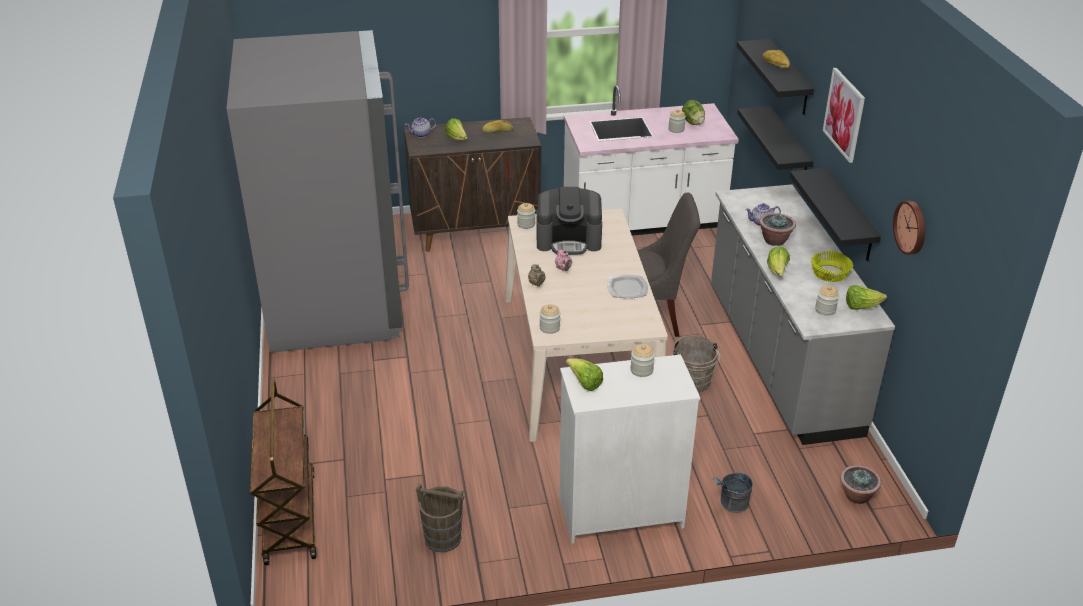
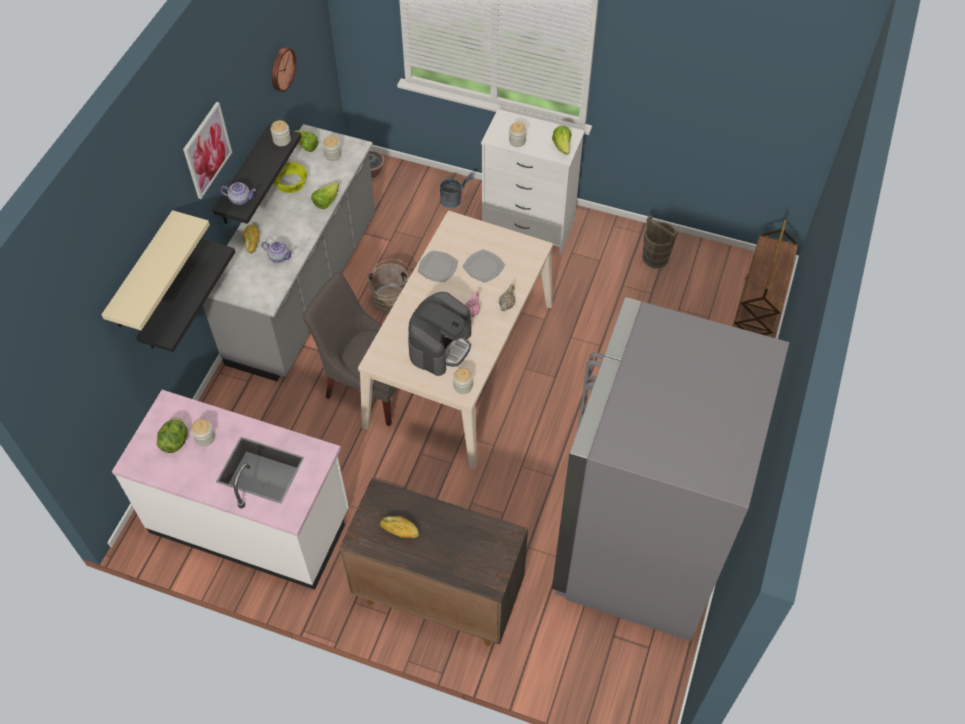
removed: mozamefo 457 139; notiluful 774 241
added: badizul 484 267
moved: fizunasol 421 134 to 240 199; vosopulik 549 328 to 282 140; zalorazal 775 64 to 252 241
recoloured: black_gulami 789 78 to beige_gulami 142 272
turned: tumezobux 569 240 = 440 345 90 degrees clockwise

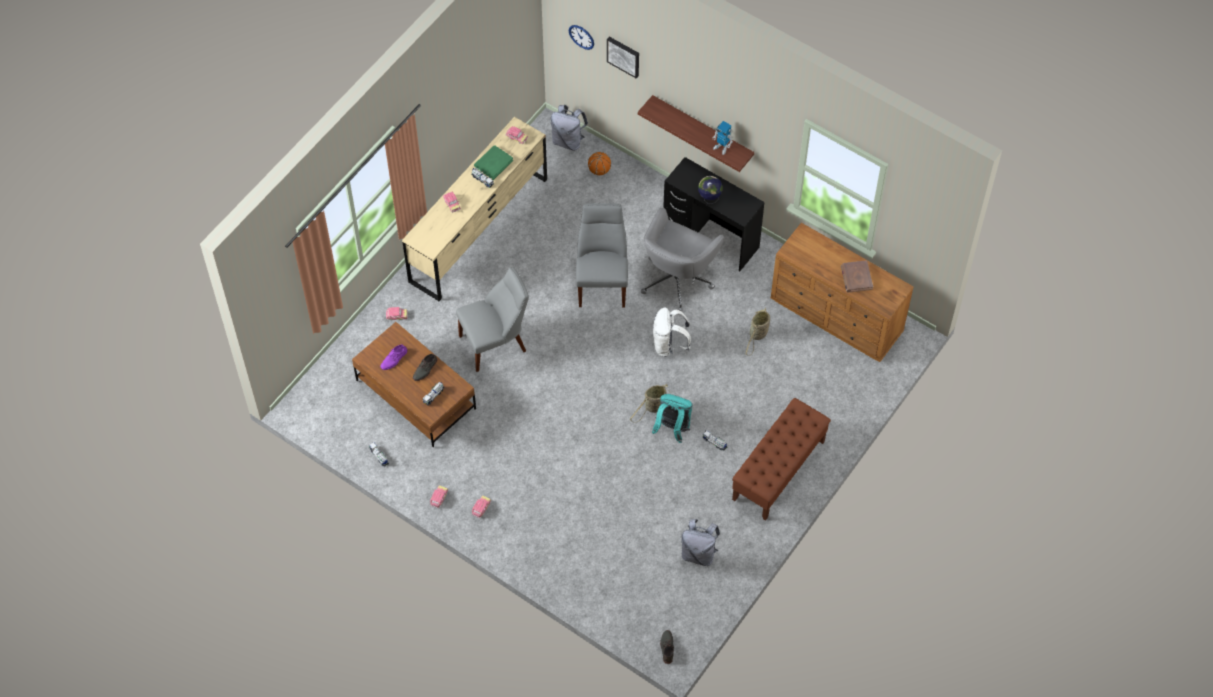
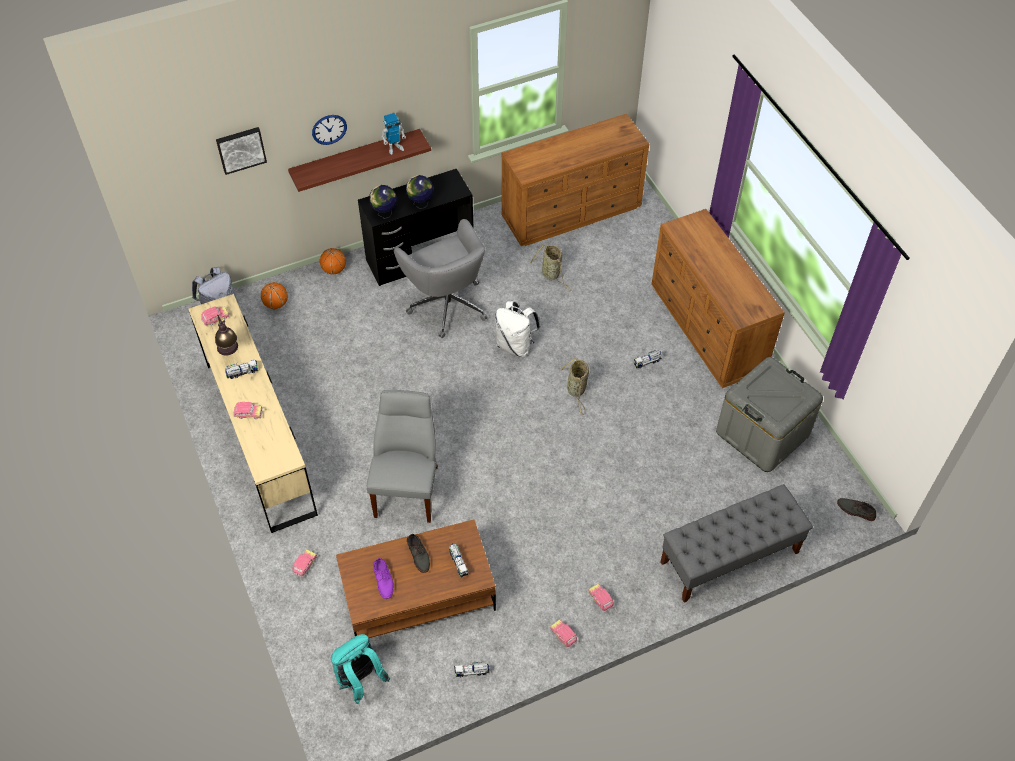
removed: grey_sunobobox 602 281; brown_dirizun 856 277
added: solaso 334 270; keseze 384 214; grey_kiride 729 557
moved: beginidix 581 37 to 329 129; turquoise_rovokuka 672 429 to 360 680
replaced: green_dirizun 493 163 to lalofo 230 353; grey_rovokuka 698 553 to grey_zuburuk 762 433; brown_kiride 778 471 to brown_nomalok 707 329

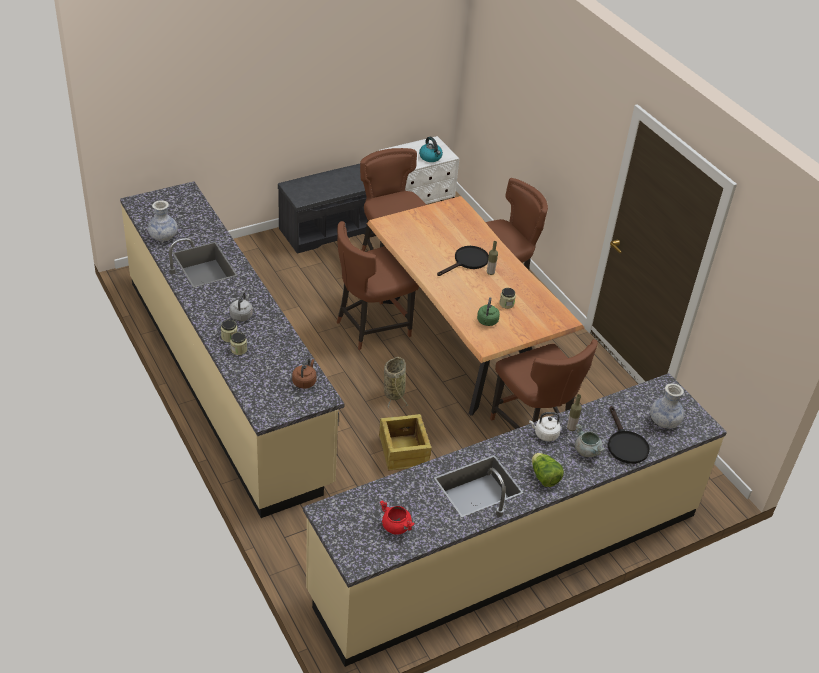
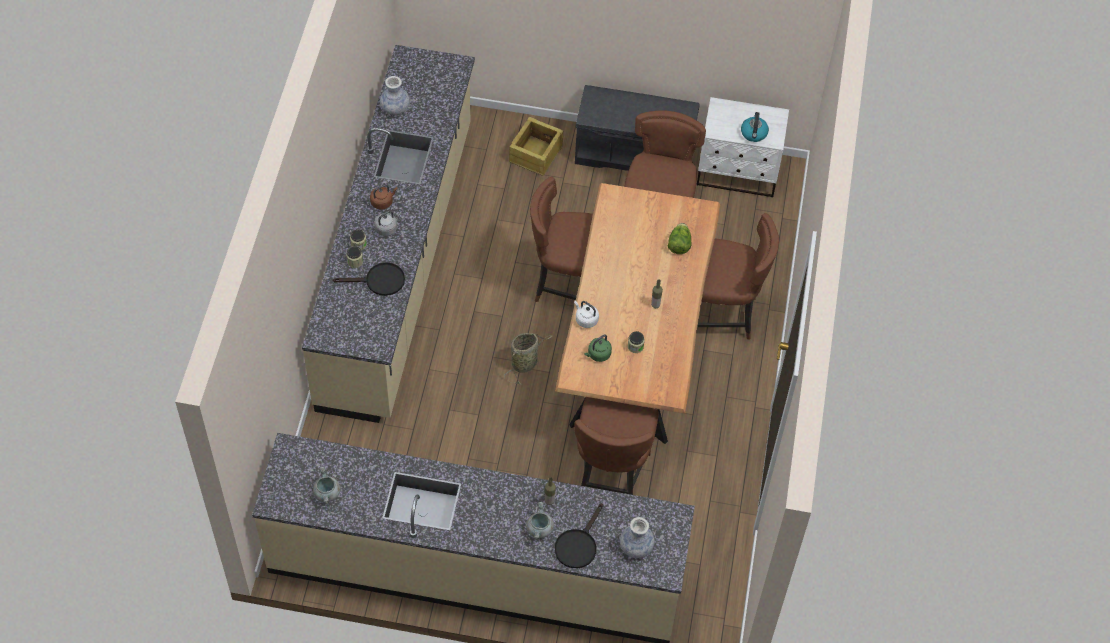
moved: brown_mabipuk 304 381 to 383 202; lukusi 403 451 to 535 154; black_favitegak 467 262 to 379 281; white_mabipuk 544 434 to 585 319; mozamefo 544 477 to 679 245
recoloured: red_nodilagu 396 526 to grey_nodilagu 327 493

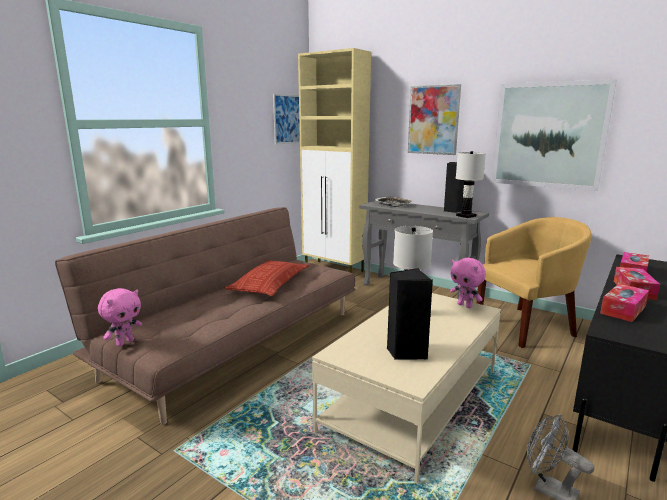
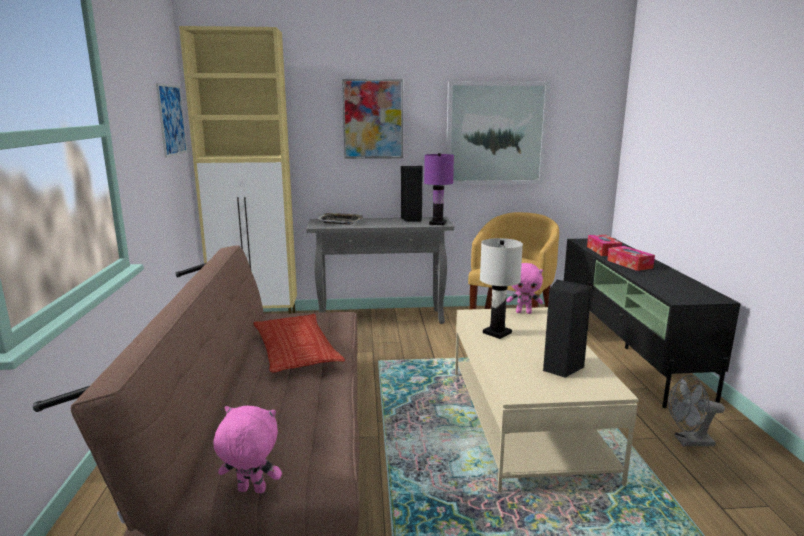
removed: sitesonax 623 310
recoloured: white_lalofo 466 216 to purple_lalofo 437 223
turned: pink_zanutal 125 342 = 250 491 75 degrees counterclockwise

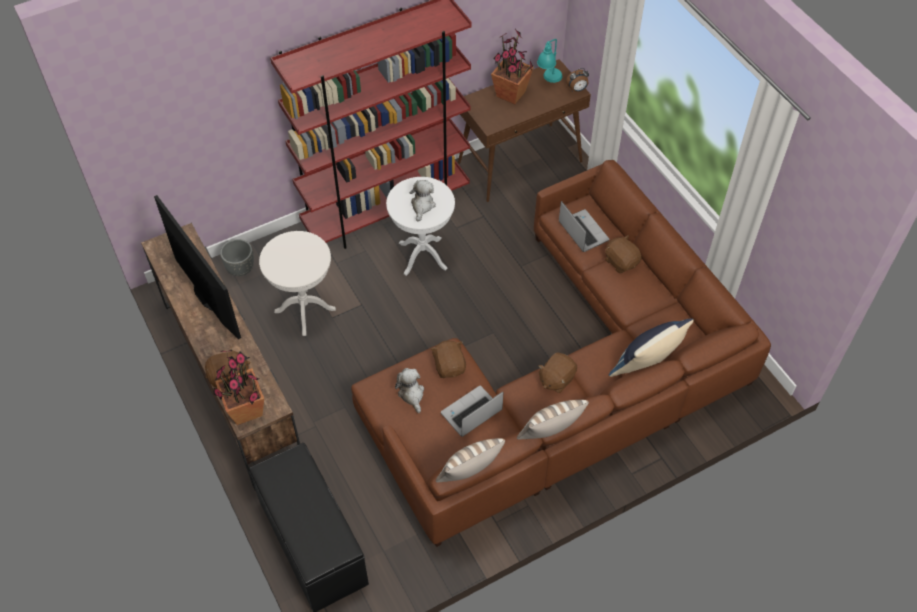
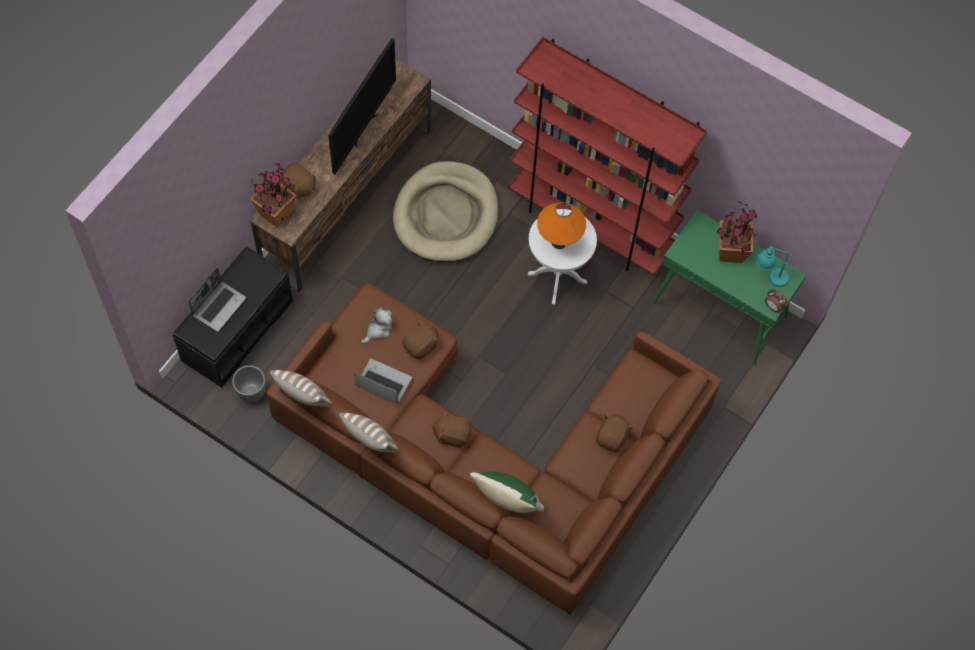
moved: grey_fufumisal 240 269 to 251 392; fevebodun 582 231 to 219 306
replaced: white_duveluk 305 310 to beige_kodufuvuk 446 215; zanutal 422 205 to orange_lalofo 559 242
recoloured: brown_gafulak 520 162 to green_gafulak 720 310; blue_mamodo 646 366 to green_mamodo 505 502

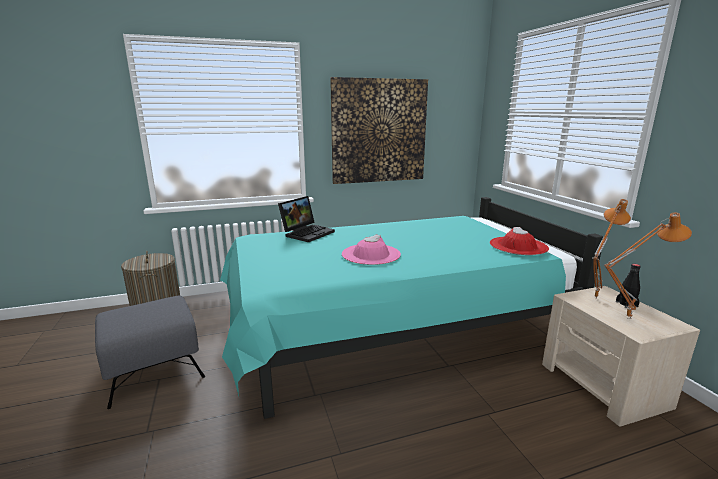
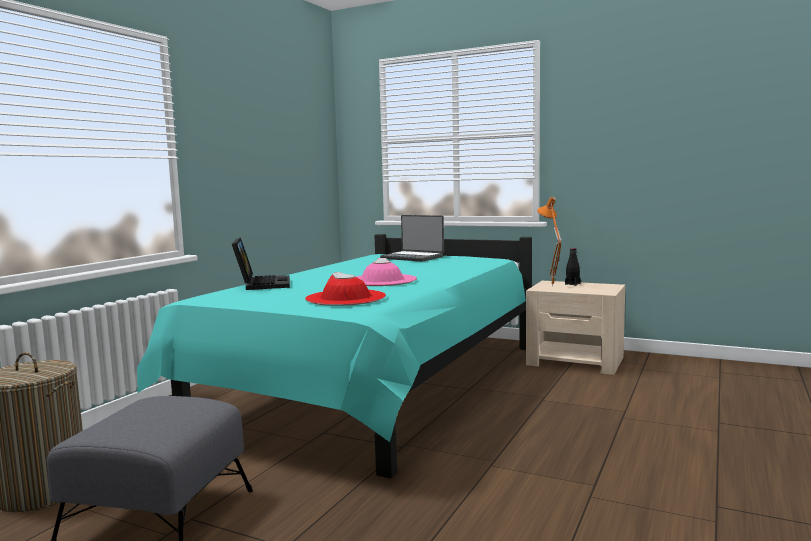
removed: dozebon 379 131; orange_lalofo 627 317
added: fevebodun 413 257
moved: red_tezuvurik 518 246 to 345 298

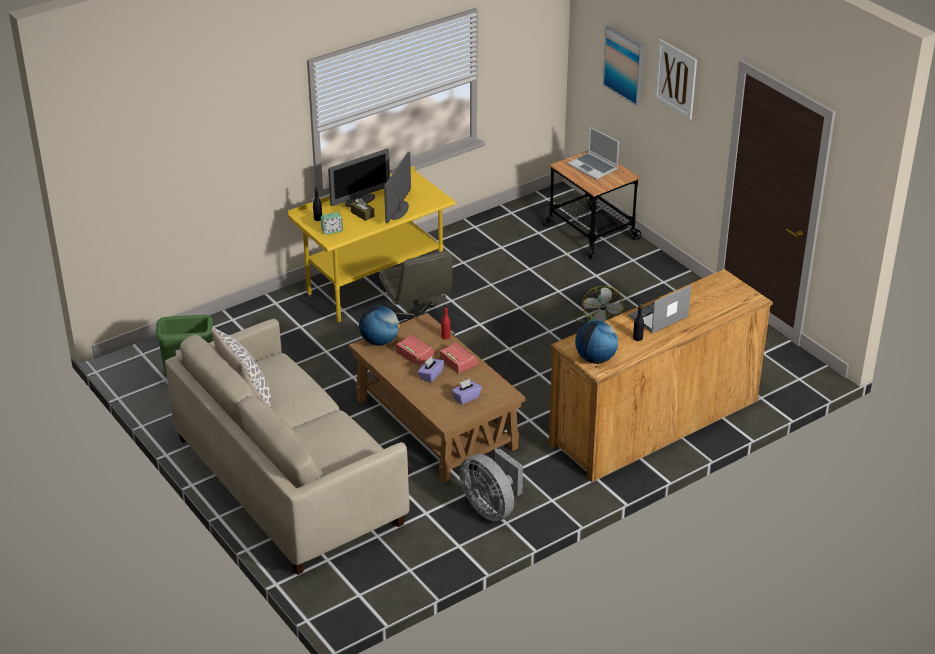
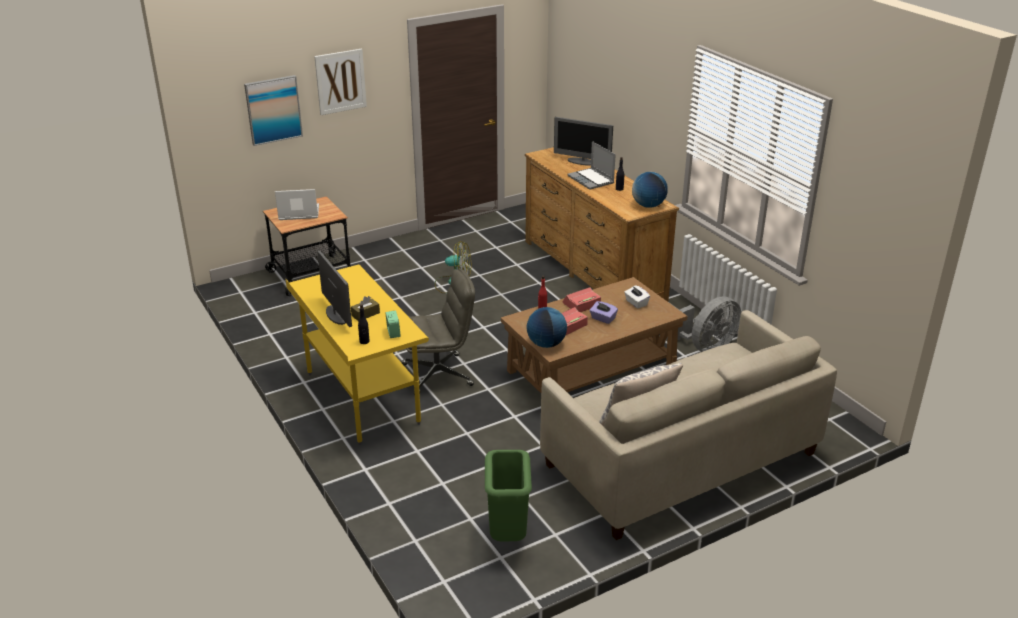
moved: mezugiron 399 211 to 582 162
recoloured: purple_sitesonax 466 398 to white_sitesonax 636 303
turned: fevebodun 593 167 = 298 213 150 degrees counterclockwise

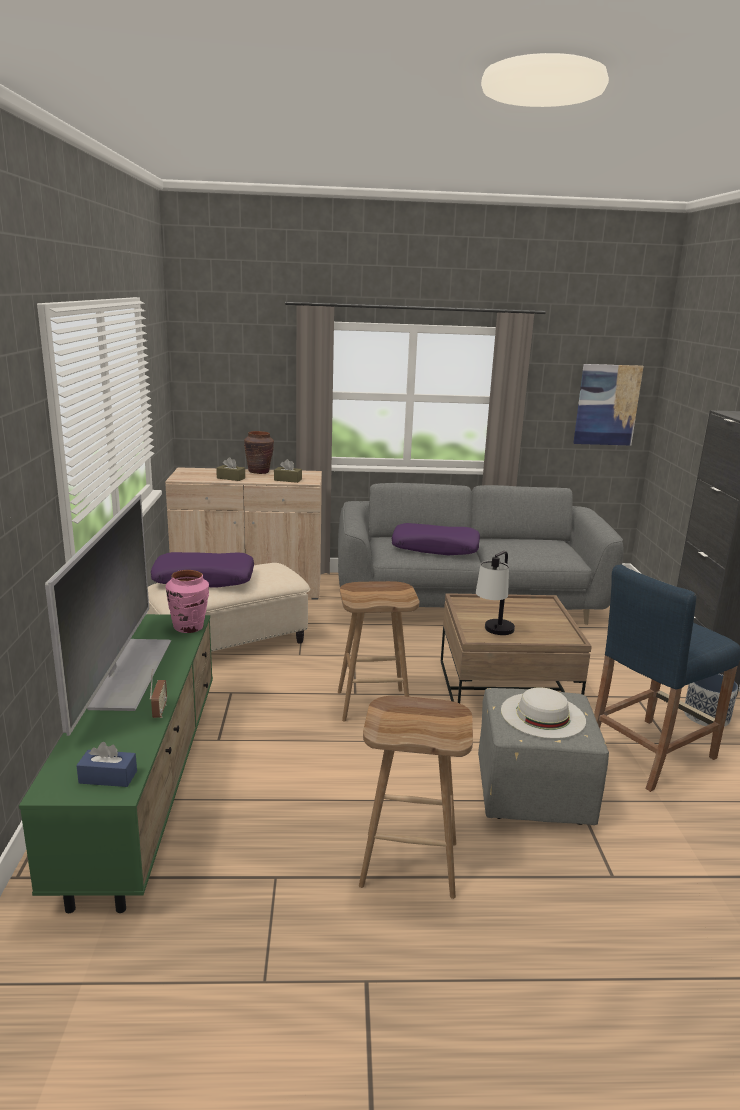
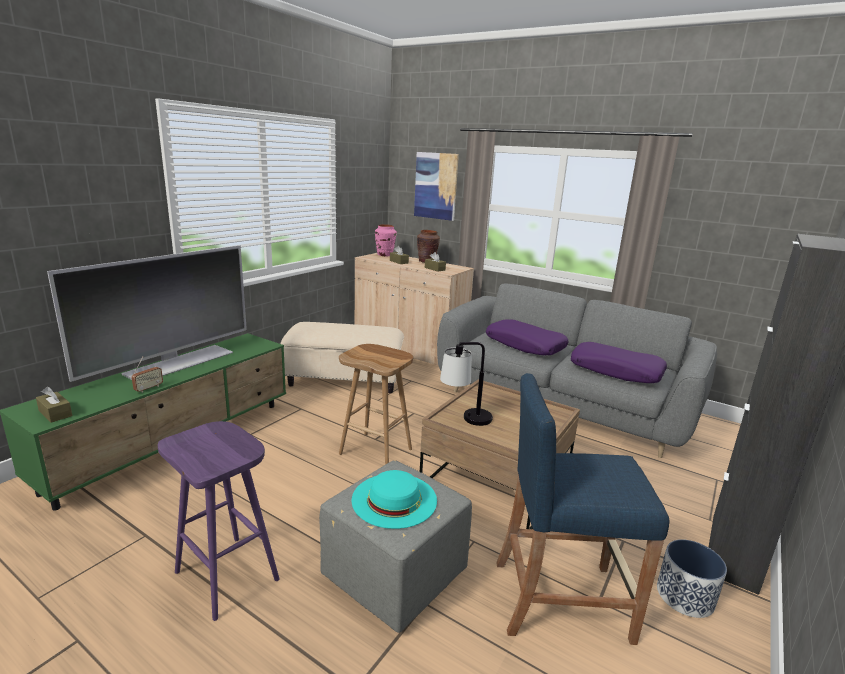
moved: purple_mamodo 204 579 to 616 371; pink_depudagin 189 627 to 385 255; dozebon 607 405 to 436 186
recoloured: blue_sitesonax 108 777 to brown_sitesonax 55 413; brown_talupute 411 863 to purple_talupute 228 576; white_tezuvurik 543 715 to turquoise_tezuvurik 394 499

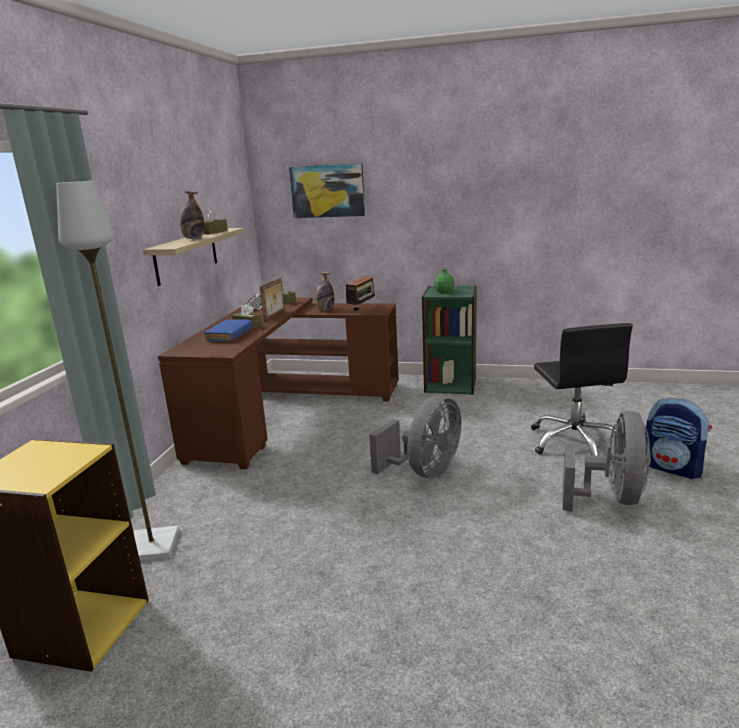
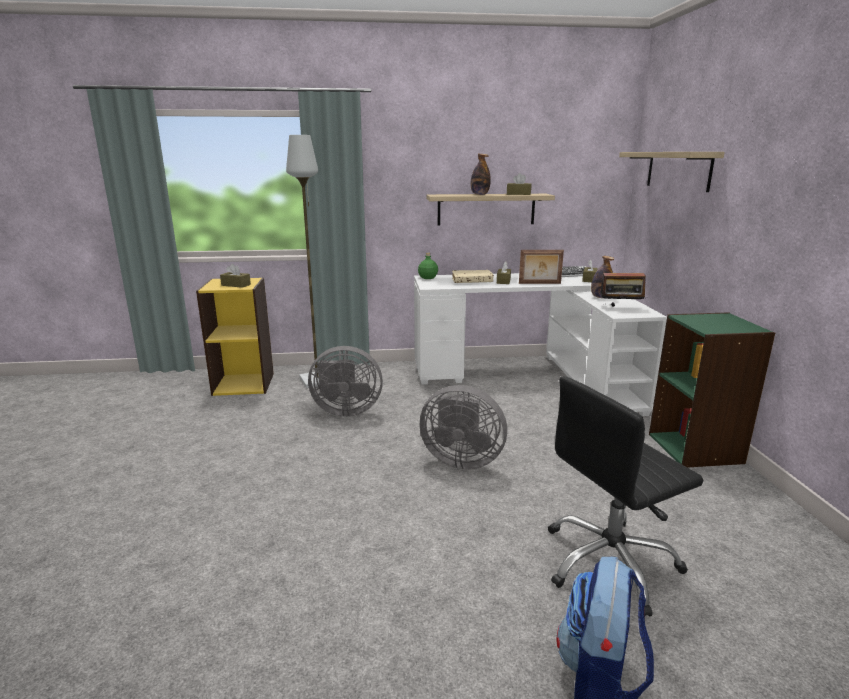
added: brown_sitesonax 236 285
moved: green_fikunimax 444 292 to 428 278; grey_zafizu 611 498 to 345 410
replaced: dozebon 327 191 to gulami 678 170
recoloured: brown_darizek 285 410 to white_darizek 532 376; blue_dirizun 230 335 to beige_dirizun 472 281

